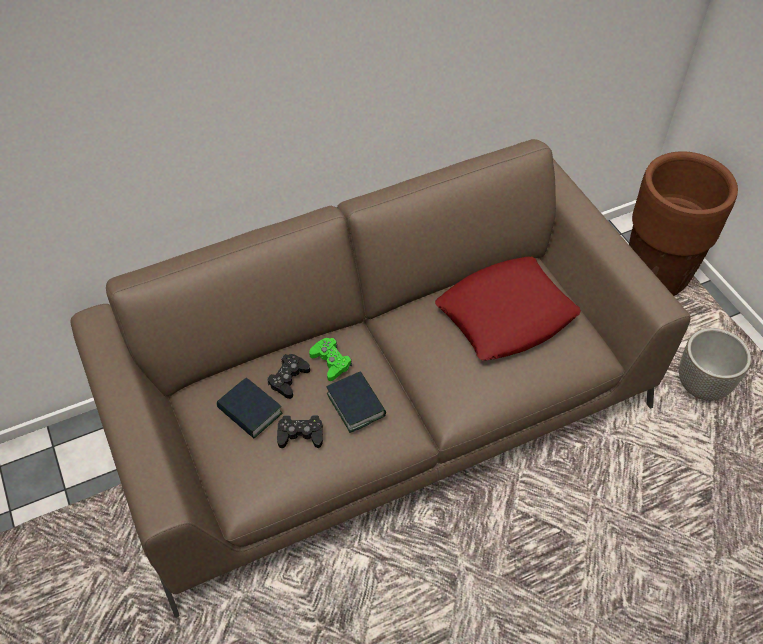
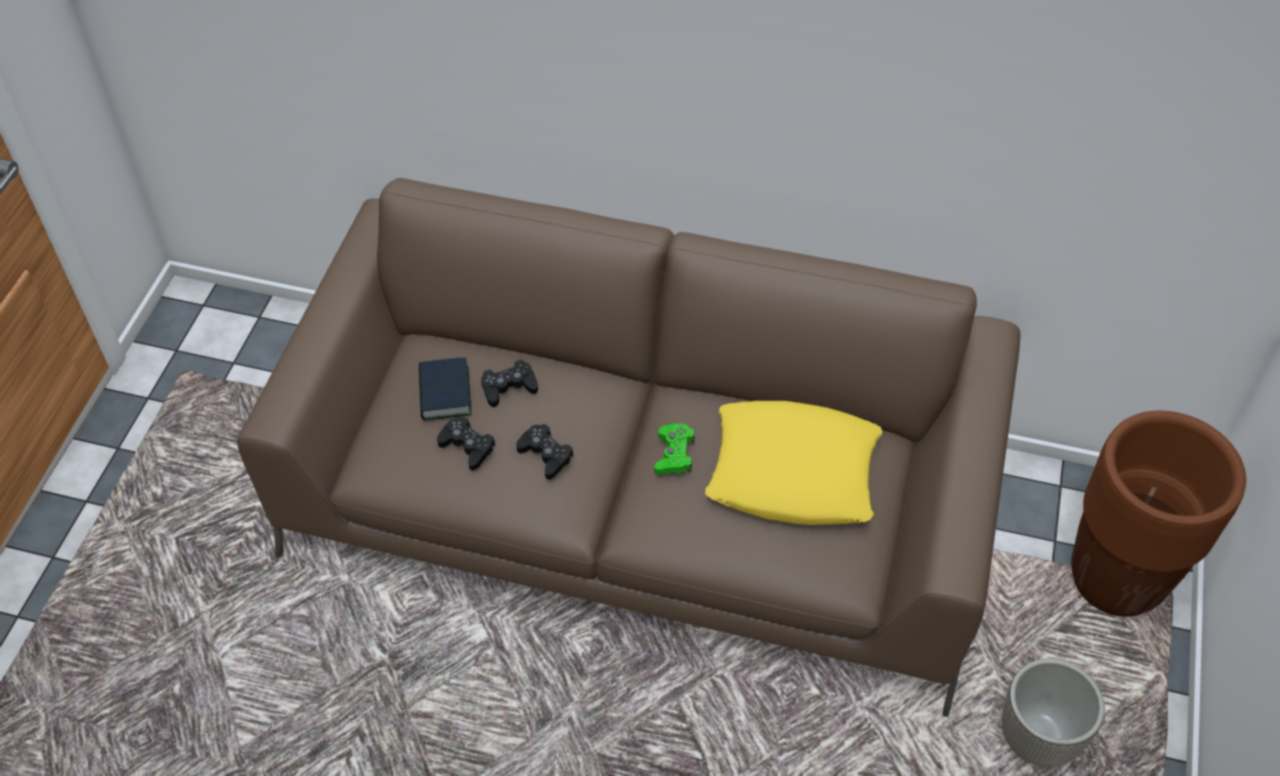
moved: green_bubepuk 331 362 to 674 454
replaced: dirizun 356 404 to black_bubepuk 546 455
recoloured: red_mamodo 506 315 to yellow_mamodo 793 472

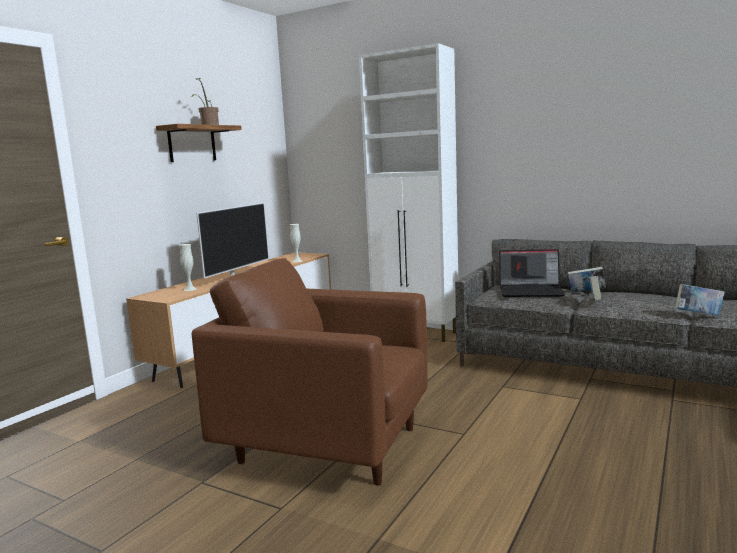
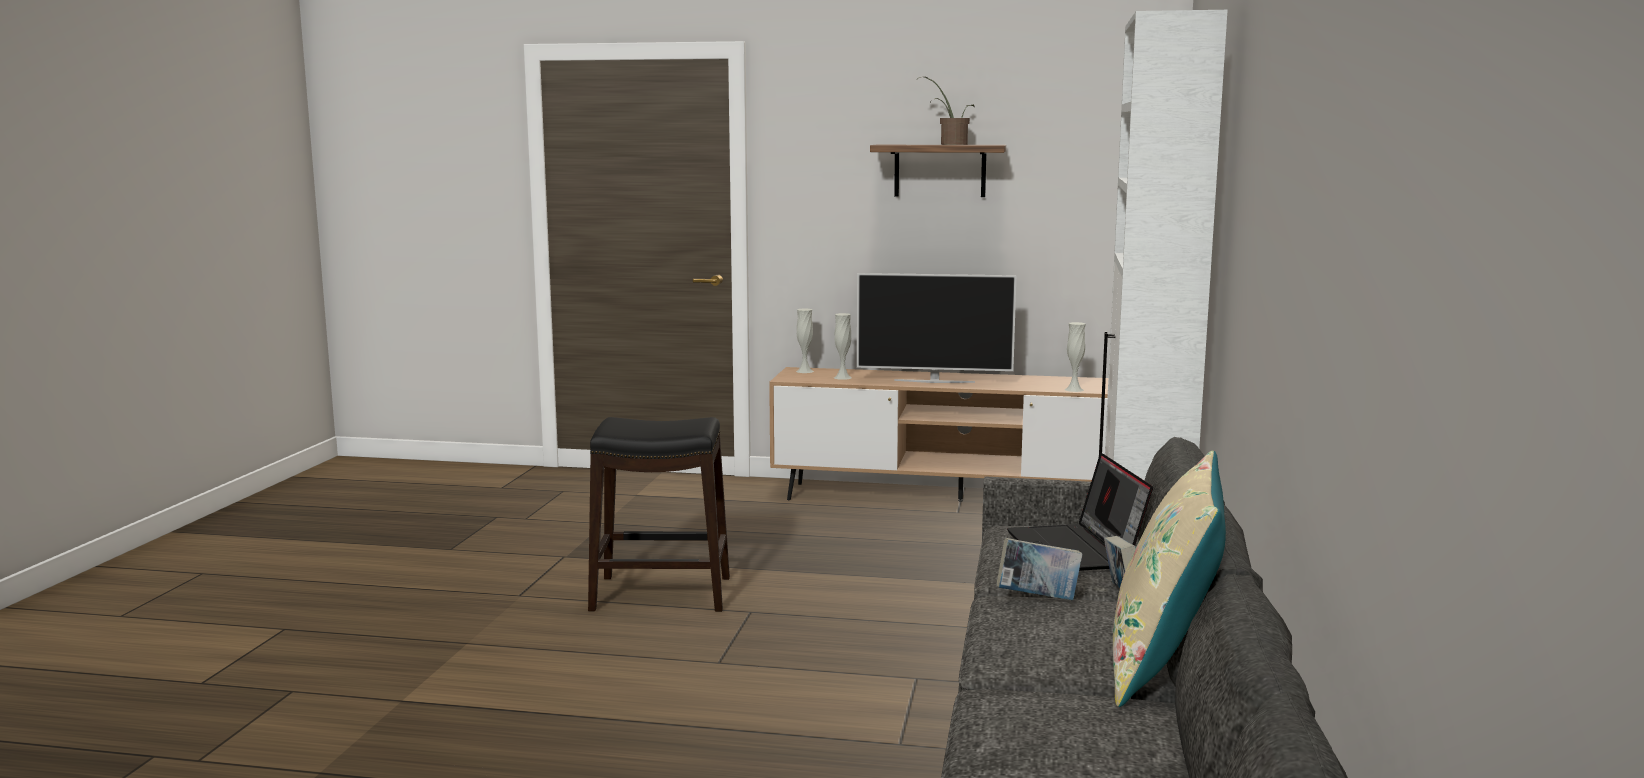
removed: dirizun 698 315
added: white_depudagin 804 371; beige_mamodo 1162 665
replaced: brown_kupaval 328 444 to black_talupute 661 593

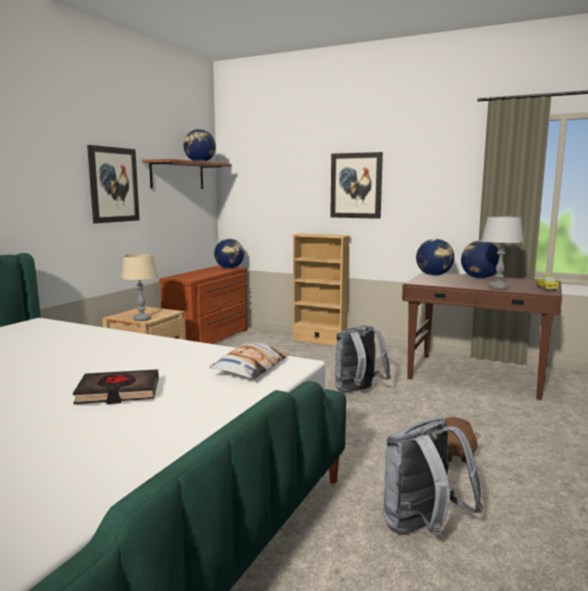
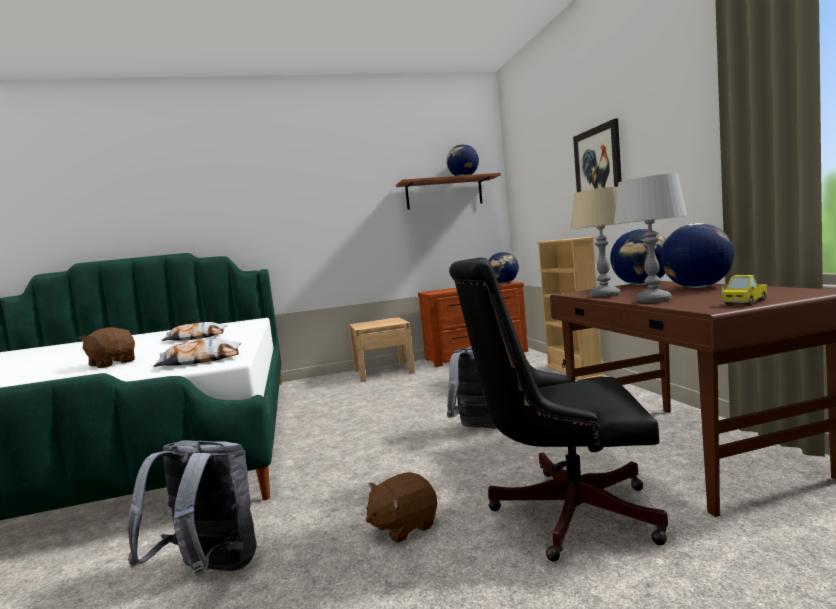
removed: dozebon 113 185
added: mamodo 196 337; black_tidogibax 562 511
moved: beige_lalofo 142 319 to 605 295
replaced: black_dirizun 118 392 to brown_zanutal 113 363

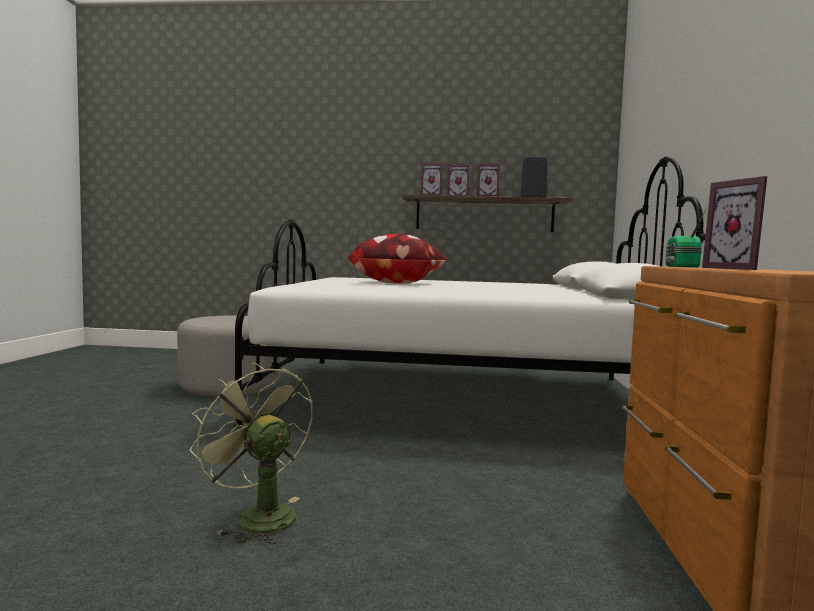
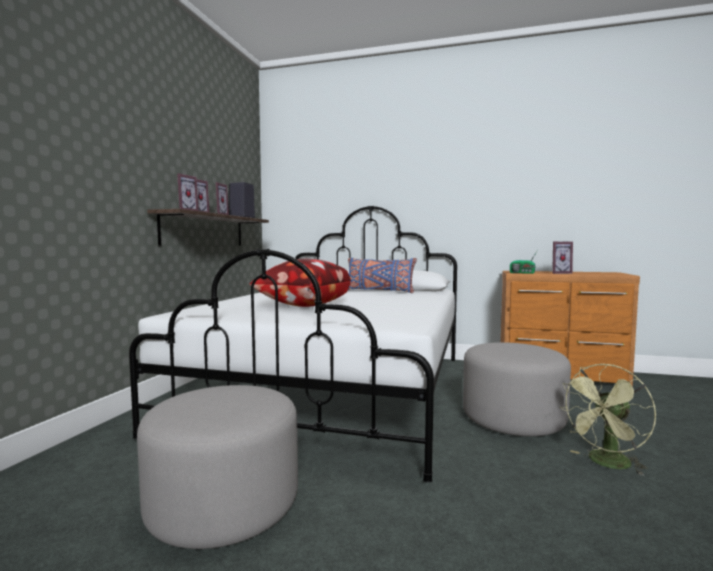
added: blue_mamodo 379 291; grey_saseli 513 418

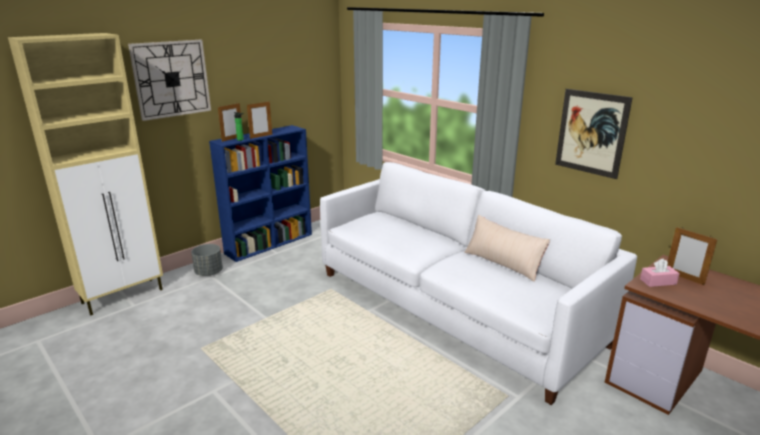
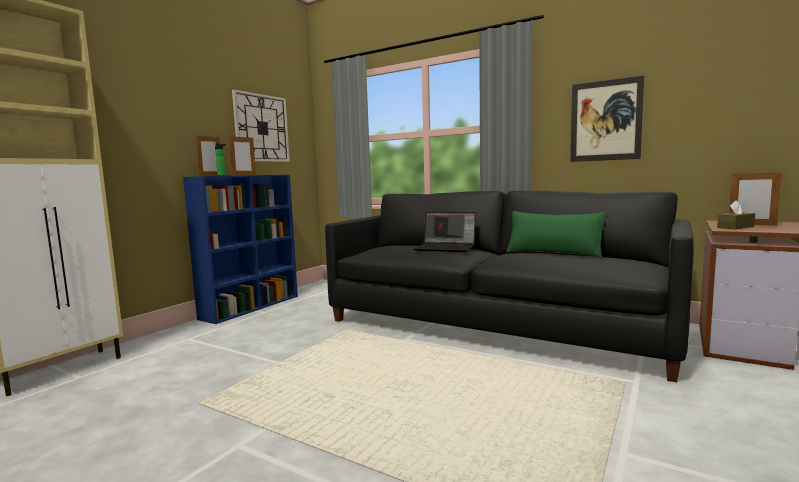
removed: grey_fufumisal 209 273
added: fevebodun 446 248
moved: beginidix 171 79 to 261 128
recoloured: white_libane 453 307 to black_libane 494 325; beige_mamodo 503 263 to green_mamodo 553 253; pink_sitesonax 658 281 to brown_sitesonax 735 227

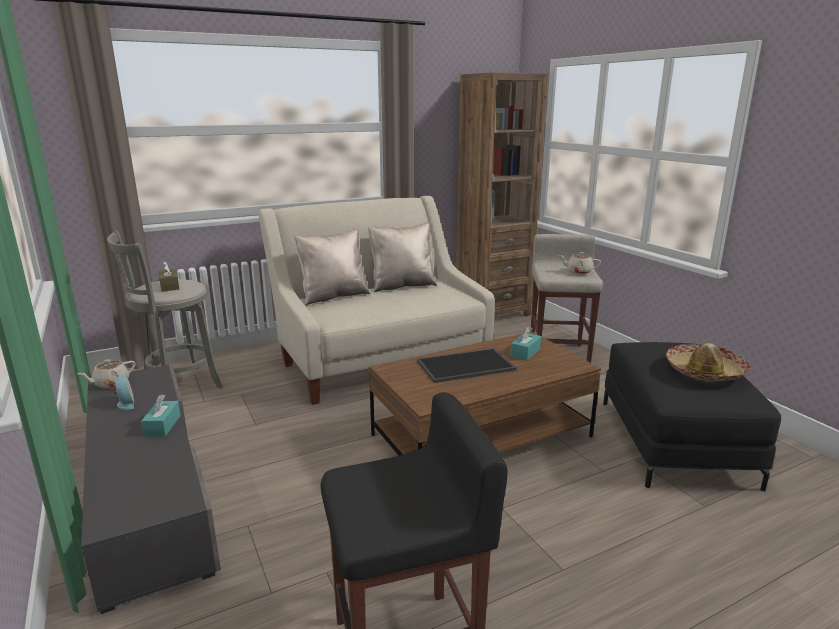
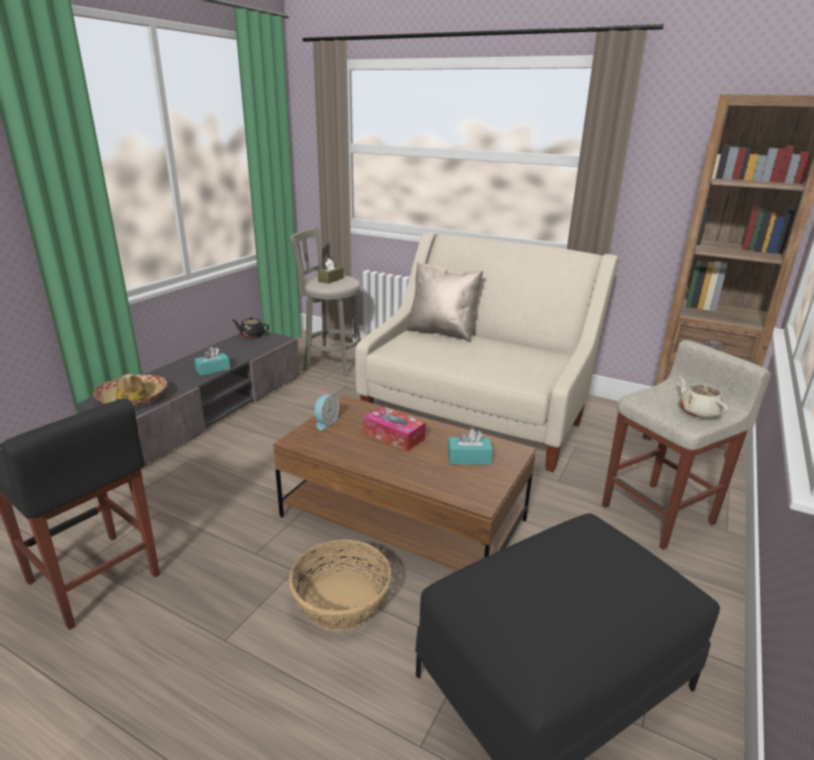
removed: beige_mamodo 402 285
added: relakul 342 600
moved: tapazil 125 403 to 325 422; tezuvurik 705 371 to 133 398
replaced: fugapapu 465 366 to sitesonax 394 436
recoloured: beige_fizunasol 111 384 to black_fizunasol 252 335

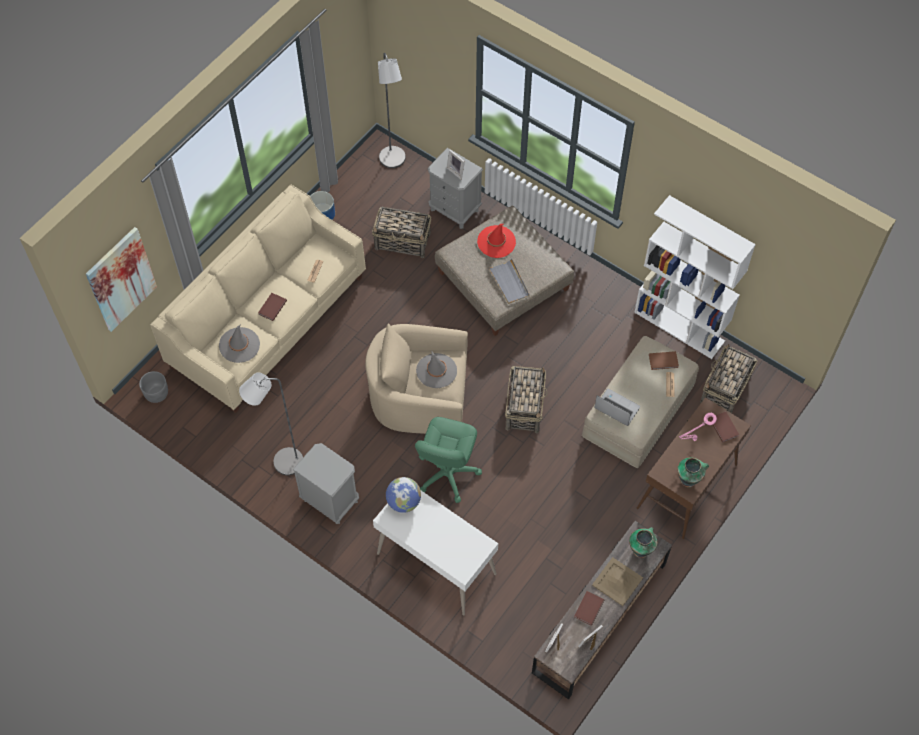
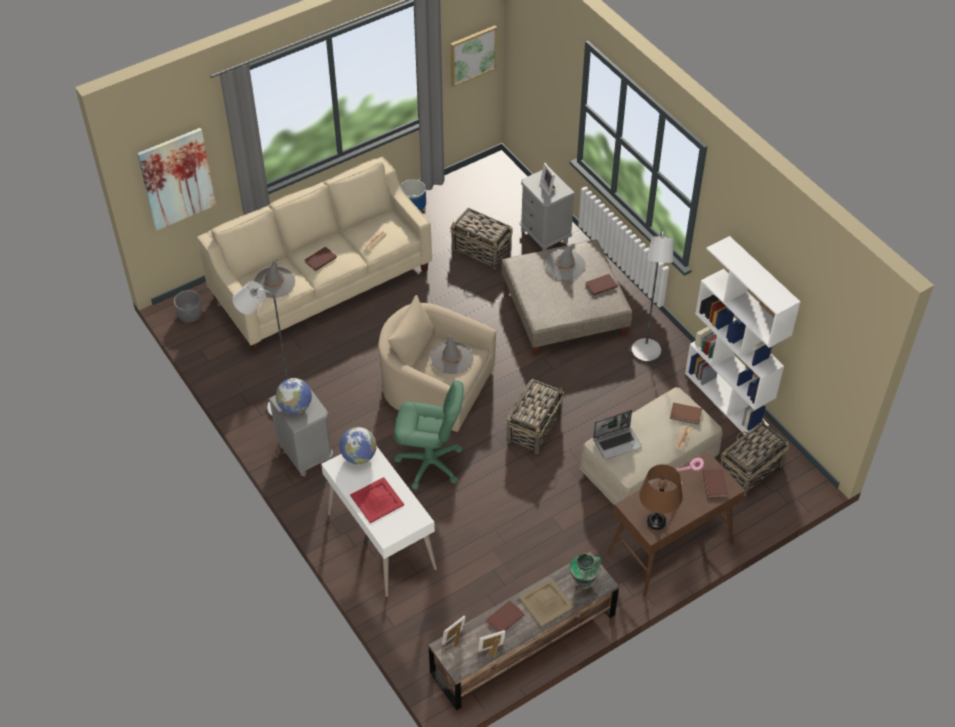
removed: grey_fugapapu 509 283
added: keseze 295 407; red_fugapapu 377 500; dozebon 472 55; brown_dirizun 600 285
moved: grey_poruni 393 162 to 646 356
replaced: depudagin 689 480 to brown_lalofo 656 521
recoloured: red_tezuvurik 496 242 to grey_tezuvurik 565 265
turned: green_tidogibax 447 473 = 430 463 120 degrees counterclockwise; fevebodun 616 408 = 617 443 105 degrees clockwise

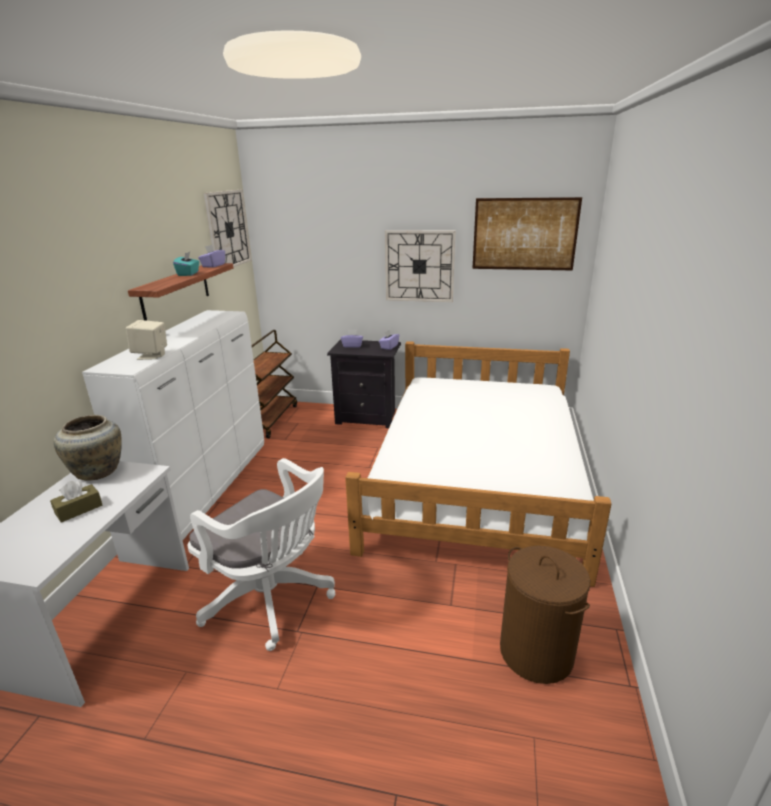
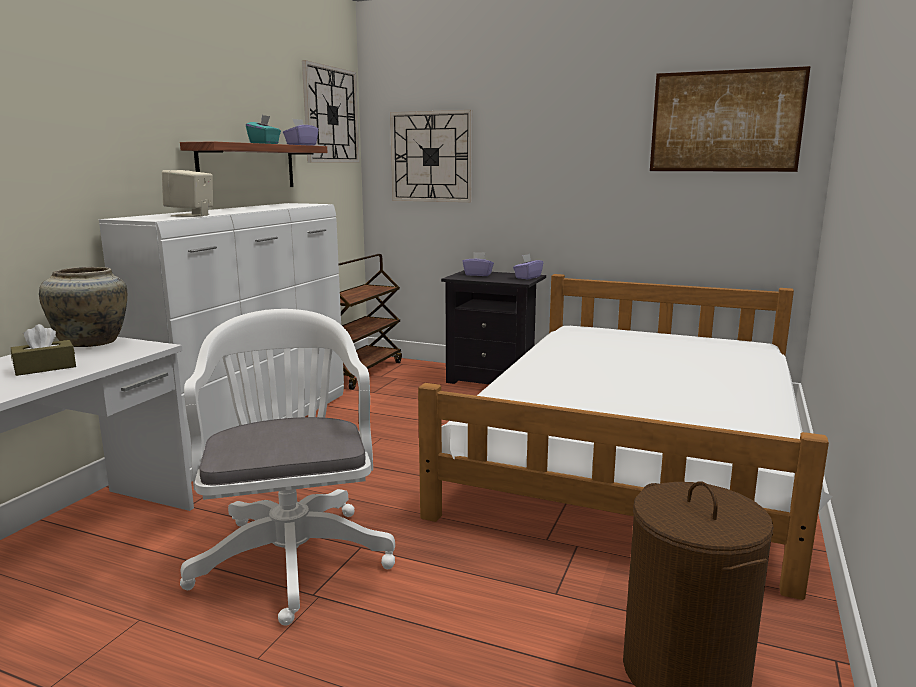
moved: beginidix 419 266 to 431 157
turned: white_tidogibax 272 599 = 292 554 150 degrees counterclockwise

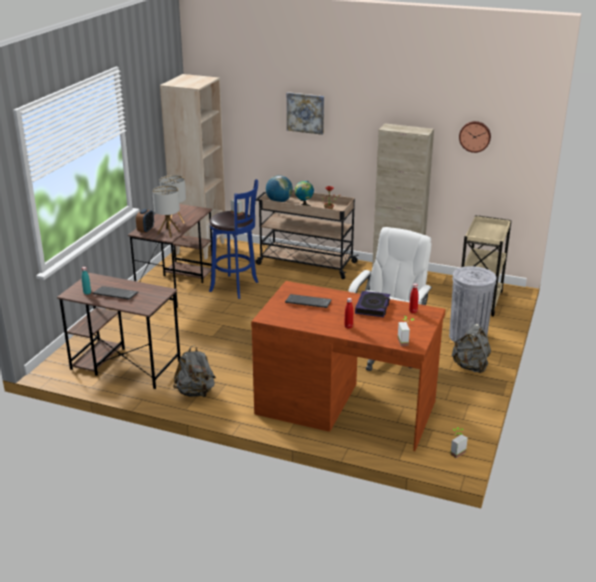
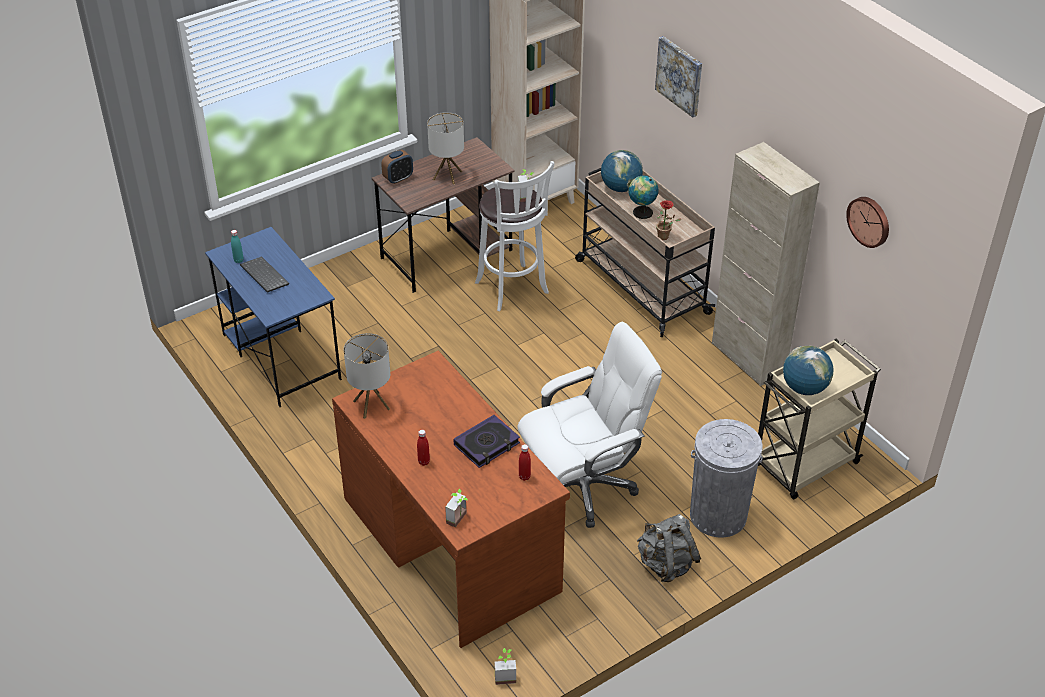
removed: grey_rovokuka 196 392; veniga 307 302
added: keseze 804 388
moved: lalofo 168 232 to 371 405
recoloured: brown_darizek 124 365 to blue_darizek 280 356; blue_talupute 236 287 to white_talupute 513 290

